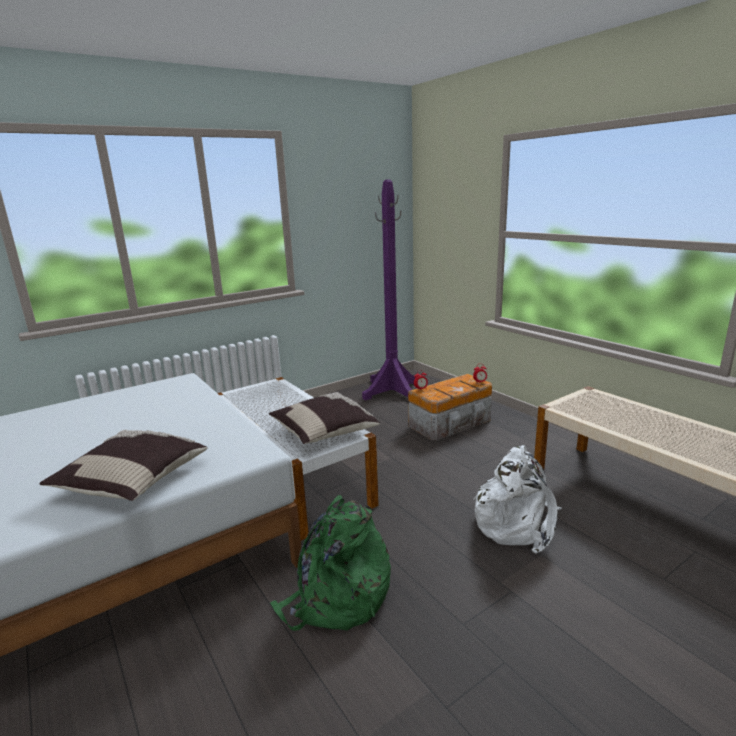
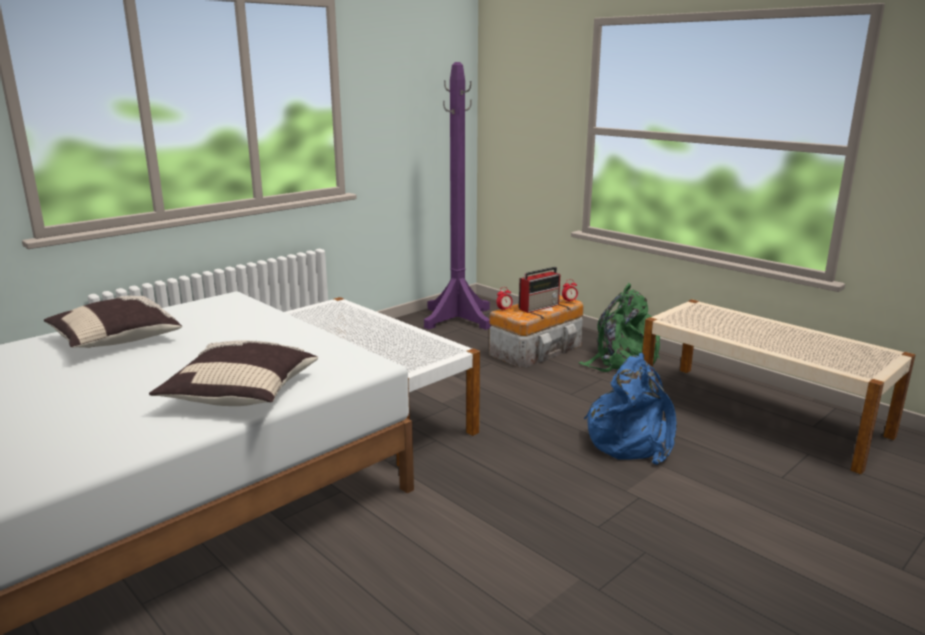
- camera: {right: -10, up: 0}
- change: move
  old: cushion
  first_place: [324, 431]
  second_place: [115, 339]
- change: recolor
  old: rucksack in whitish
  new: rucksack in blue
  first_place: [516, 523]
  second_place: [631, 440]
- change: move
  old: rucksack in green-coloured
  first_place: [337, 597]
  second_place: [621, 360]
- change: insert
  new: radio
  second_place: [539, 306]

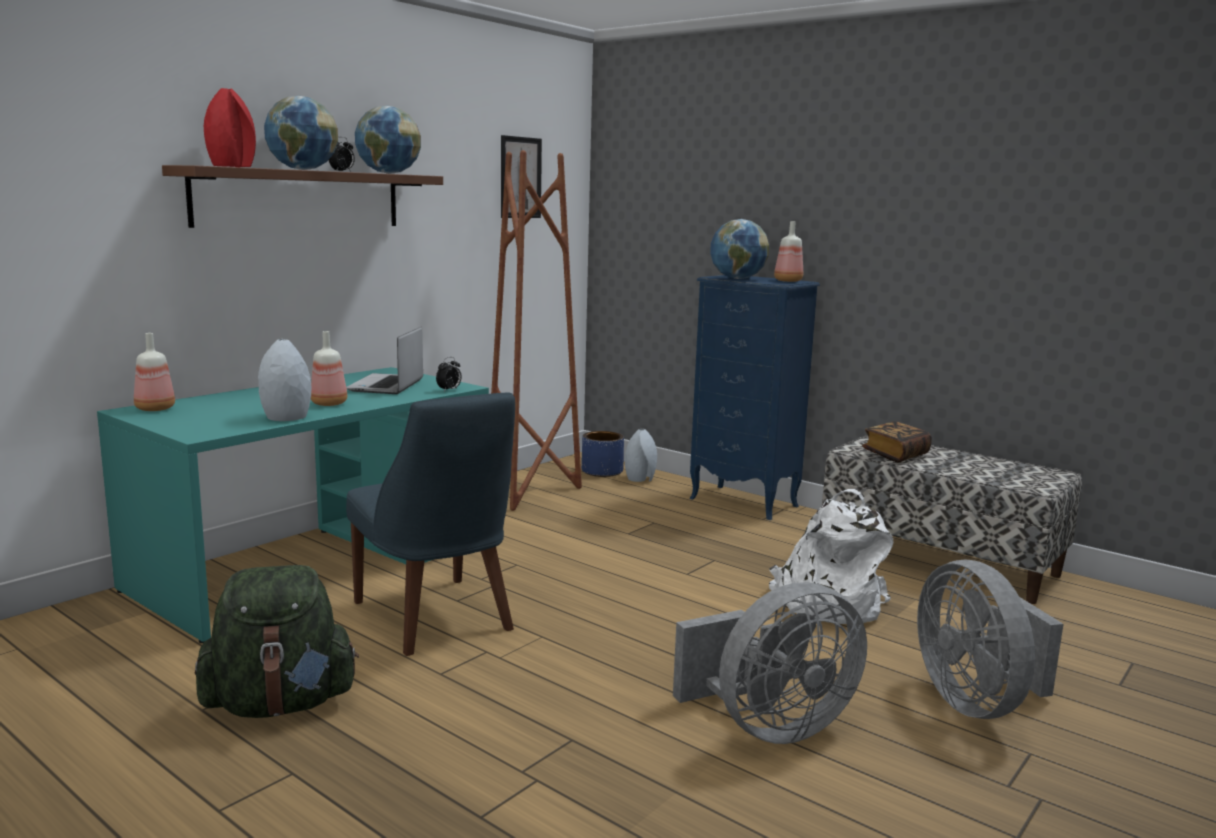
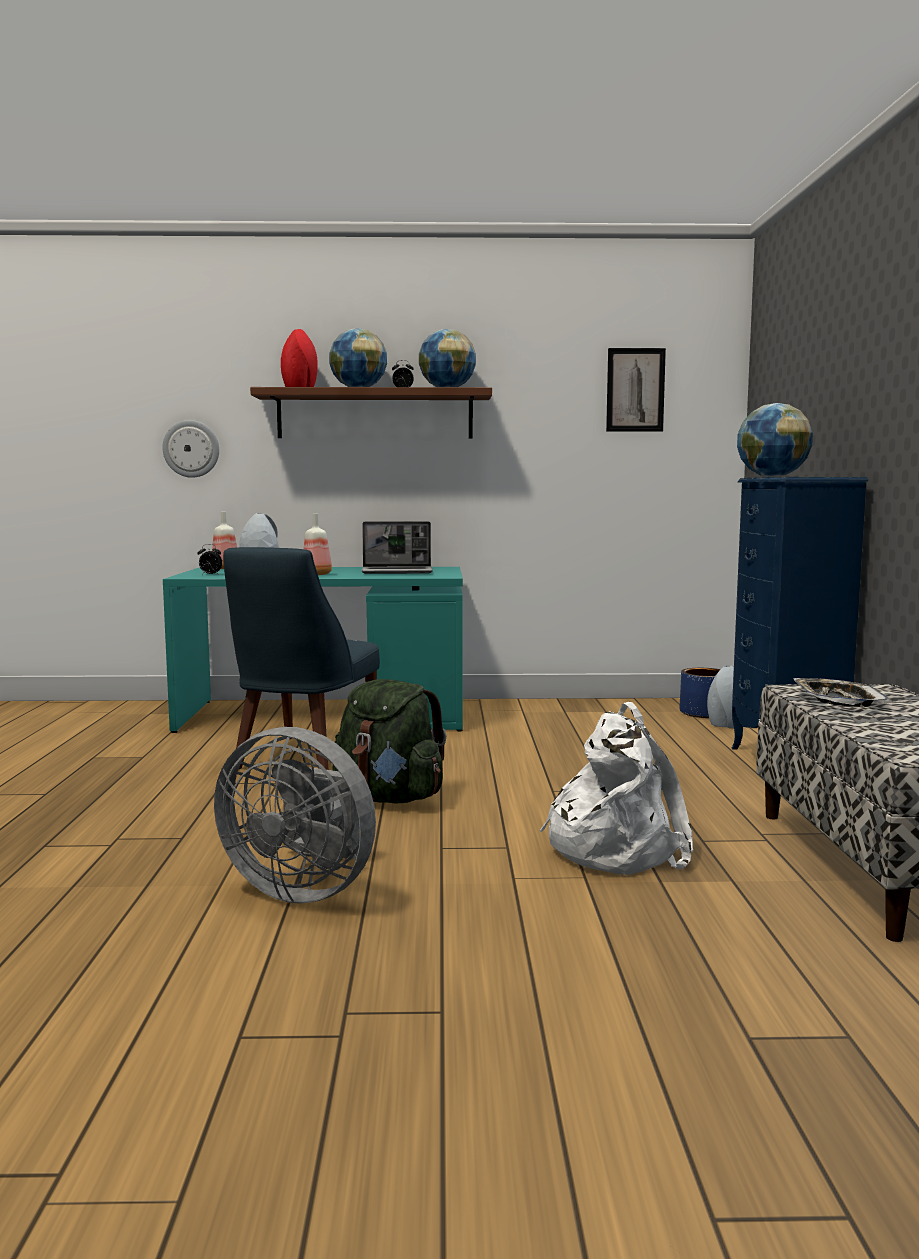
- camera: {right: 50, up: -5}
- change: delete
  old: clothes rack in brown
  first_place: [527, 492]
- change: delete
  old: drink bottle
  first_place: [787, 281]
- change: rotate
  old: notebook computer
  first_place: [387, 386]
  second_place: [398, 572]
  degrees: -150
- change: move
  old: alarm clock
  first_place: [449, 390]
  second_place: [210, 575]
- change: replace
  old: volume
  new: carrying tray
  first_place: [895, 455]
  second_place: [837, 700]
- change: delete
  old: electric fan in gray
  first_place: [976, 702]
- change: move
  old: rucksack in green-coloured
  first_place: [280, 704]
  second_place: [390, 798]
- change: insert
  new: wall clock
  second_place: [191, 449]

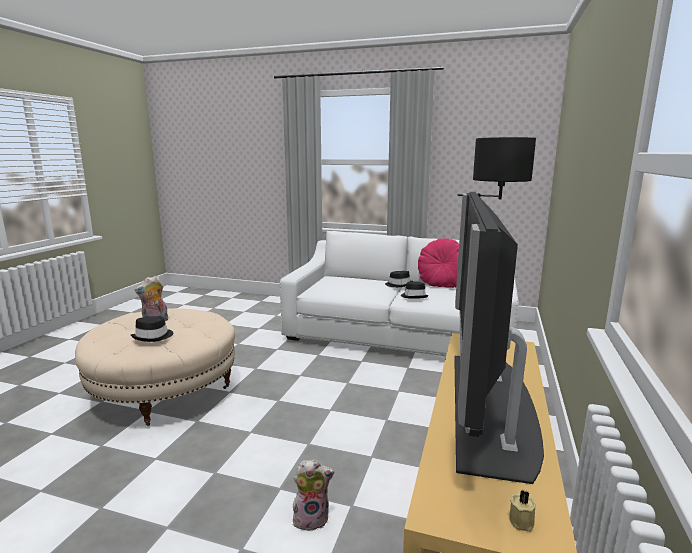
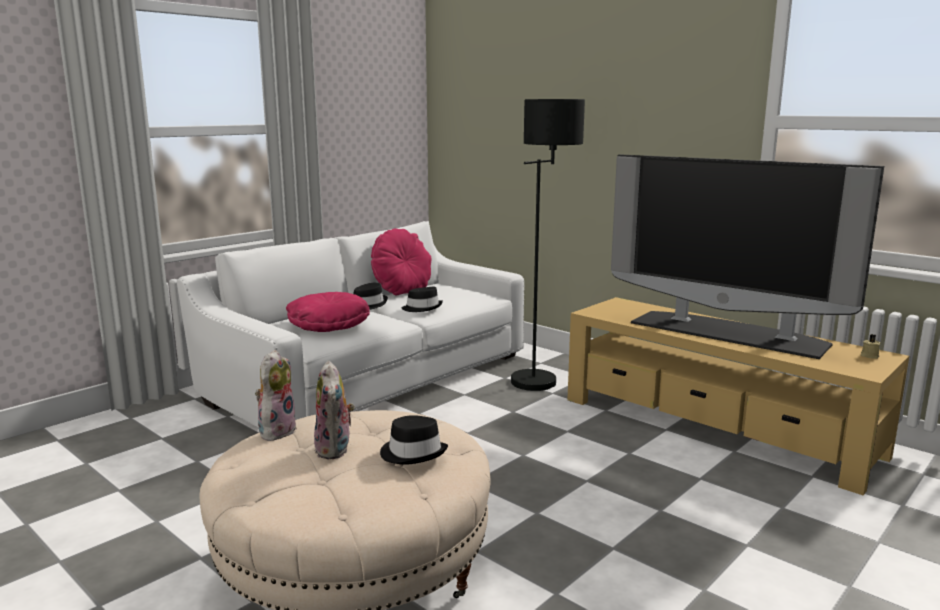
- camera: {right: -65, up: 0}
- change: move
  old: cuddly toy
  first_place: [312, 518]
  second_place: [276, 431]
- change: insert
  new: cushion in pink
  second_place: [329, 325]

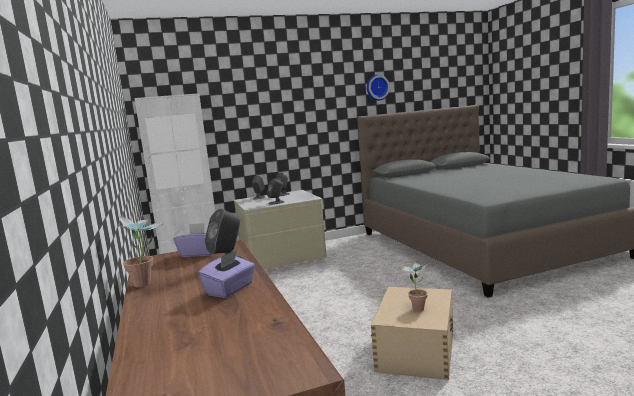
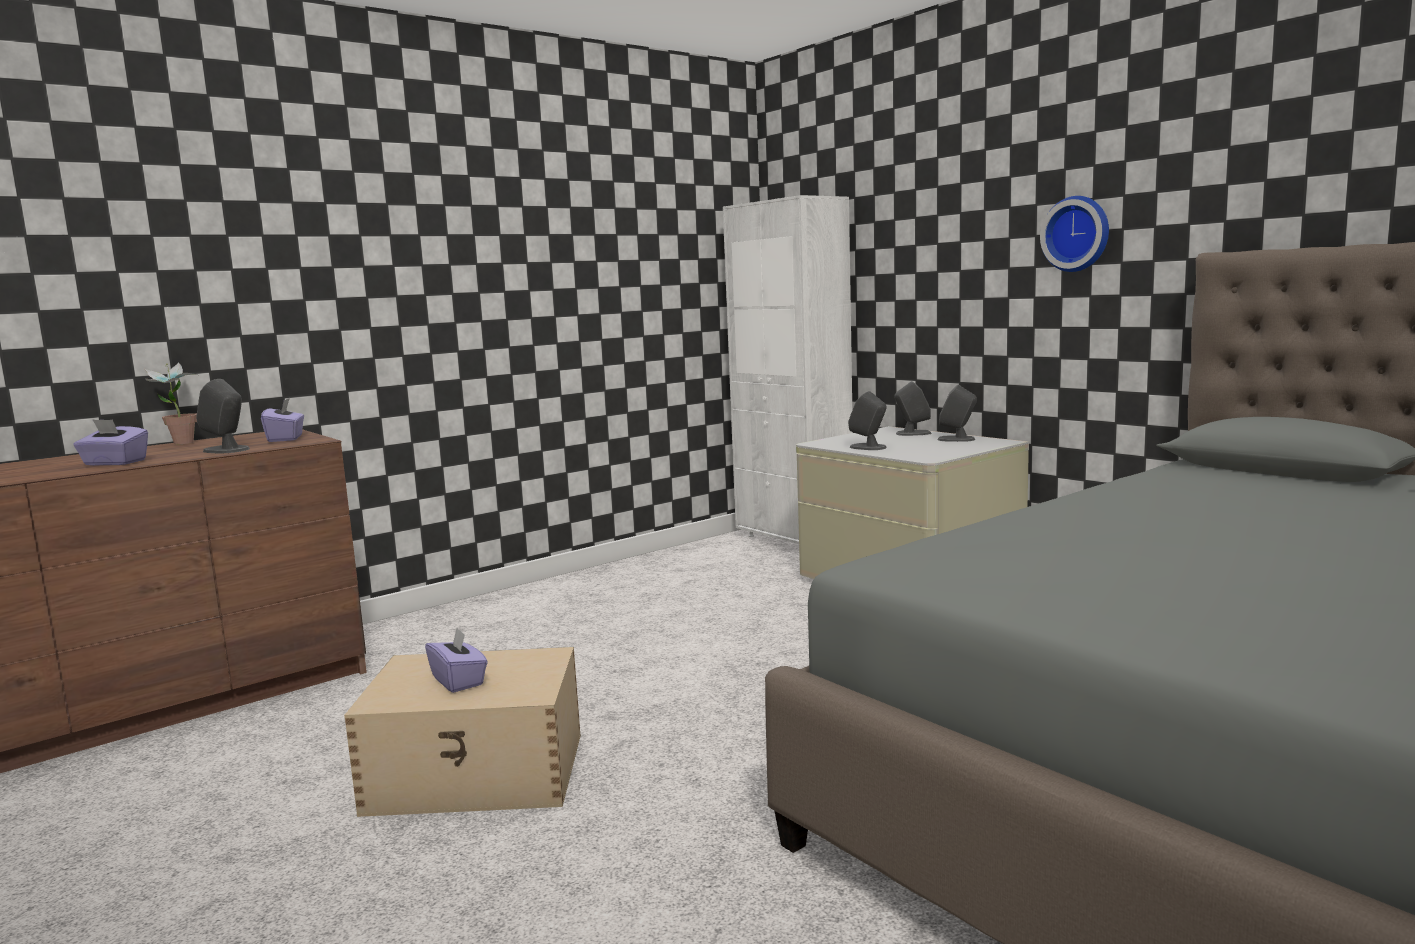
- camera: {right: 70, up: 0}
- change: move
  old: wall clock
  first_place: [377, 87]
  second_place: [1077, 234]
- change: replace
  old: plant in a pot
  new: box of tissues in purplish
  first_place: [417, 307]
  second_place: [459, 681]

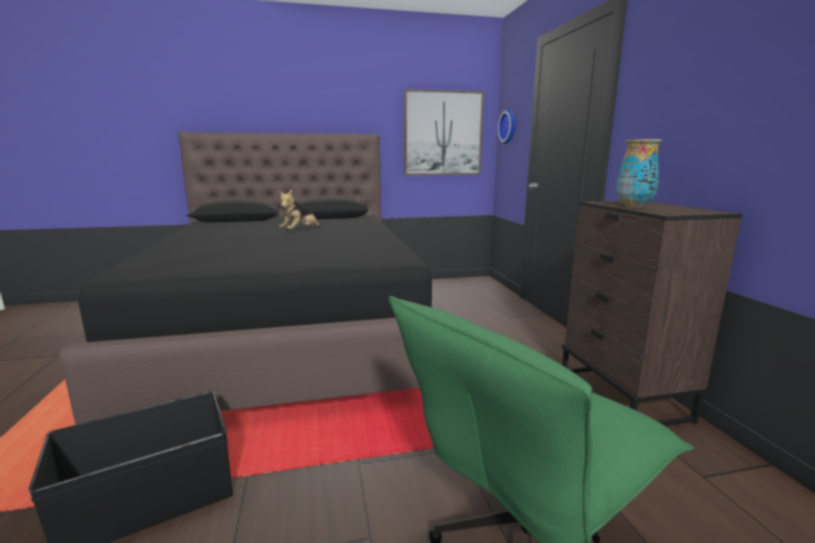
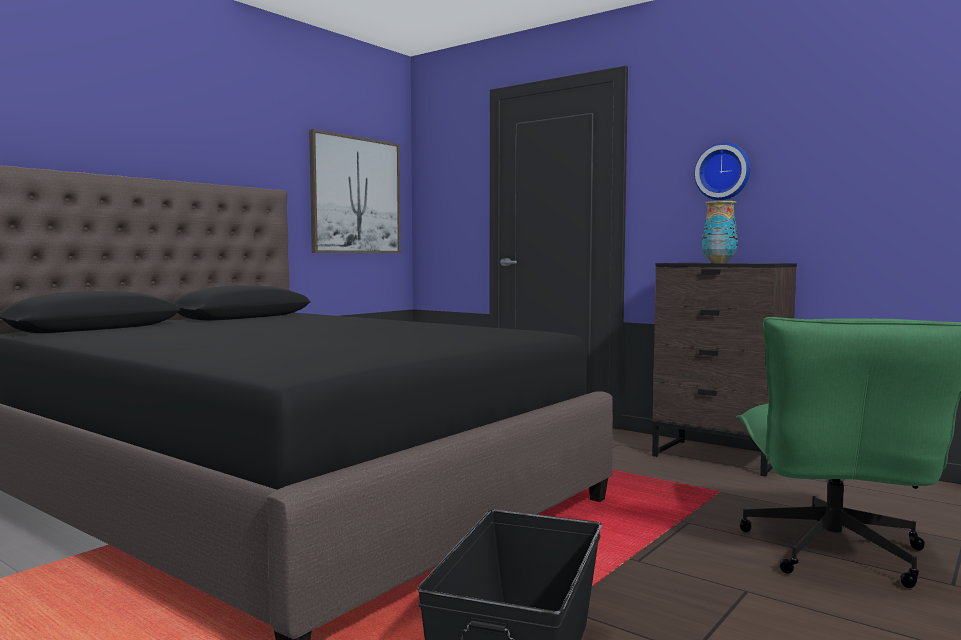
- camera: {right: -40, up: -10}
- change: move
  old: wall clock
  first_place: [509, 126]
  second_place: [723, 172]
- change: delete
  old: cuddly toy
  first_place: [300, 231]

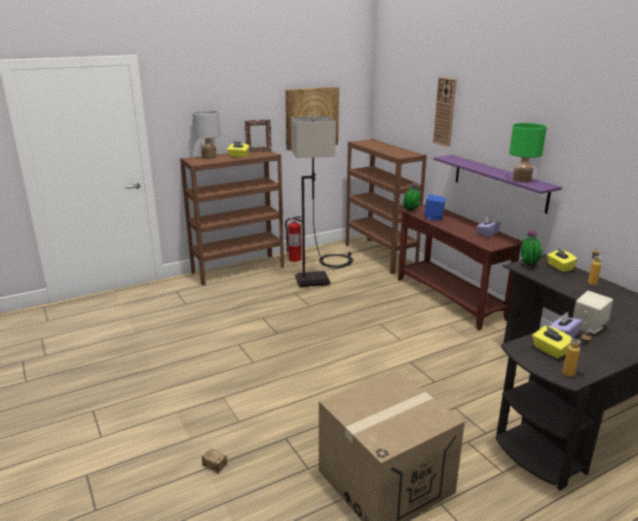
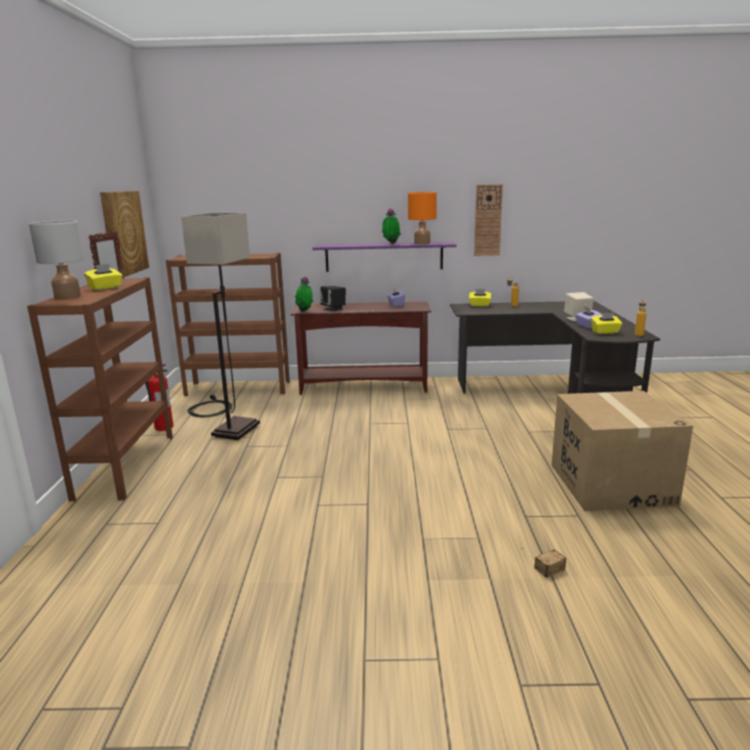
- camera: {right: -60, up: -5}
- change: move
  old: wall clock
  first_place: [445, 112]
  second_place: [488, 220]
- change: recolor
  old: table lamp in green-coloured
  new: table lamp in orange
  first_place: [521, 179]
  second_place: [422, 243]
- change: recolor
  old: audio speaker in blue
  new: audio speaker in blackish
  first_place: [434, 218]
  second_place: [333, 309]
- change: move
  old: plant in a pot
  first_place: [528, 266]
  second_place: [391, 243]

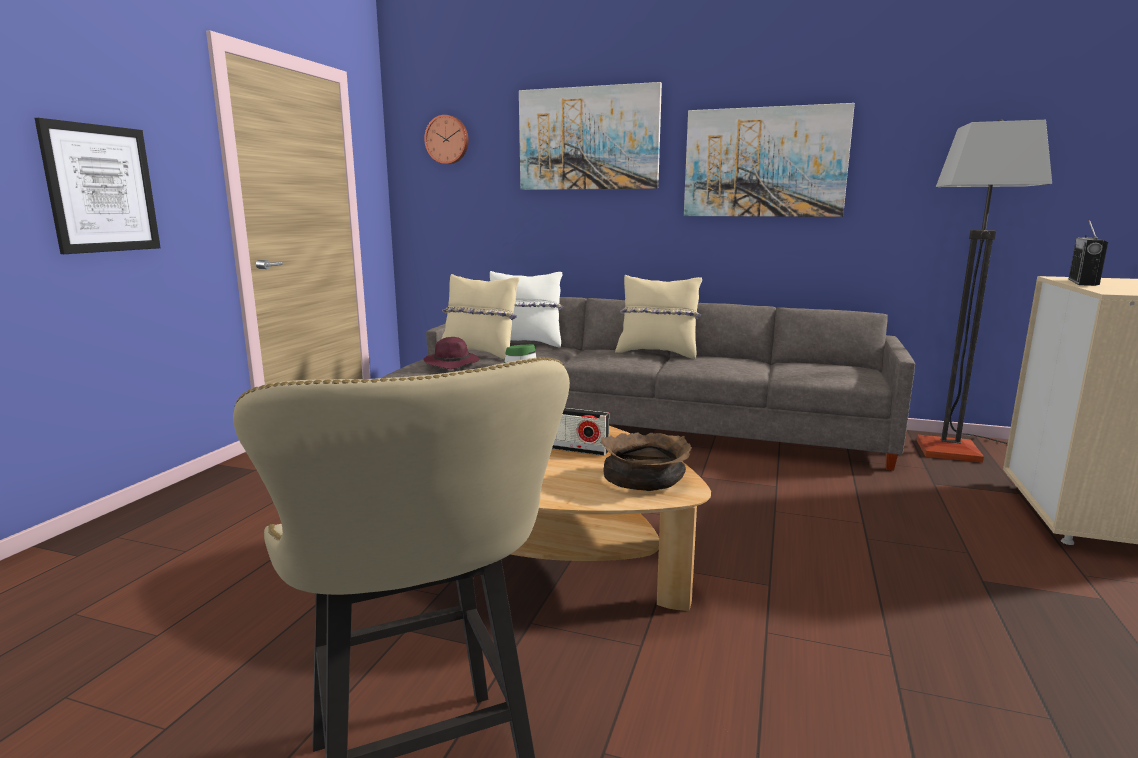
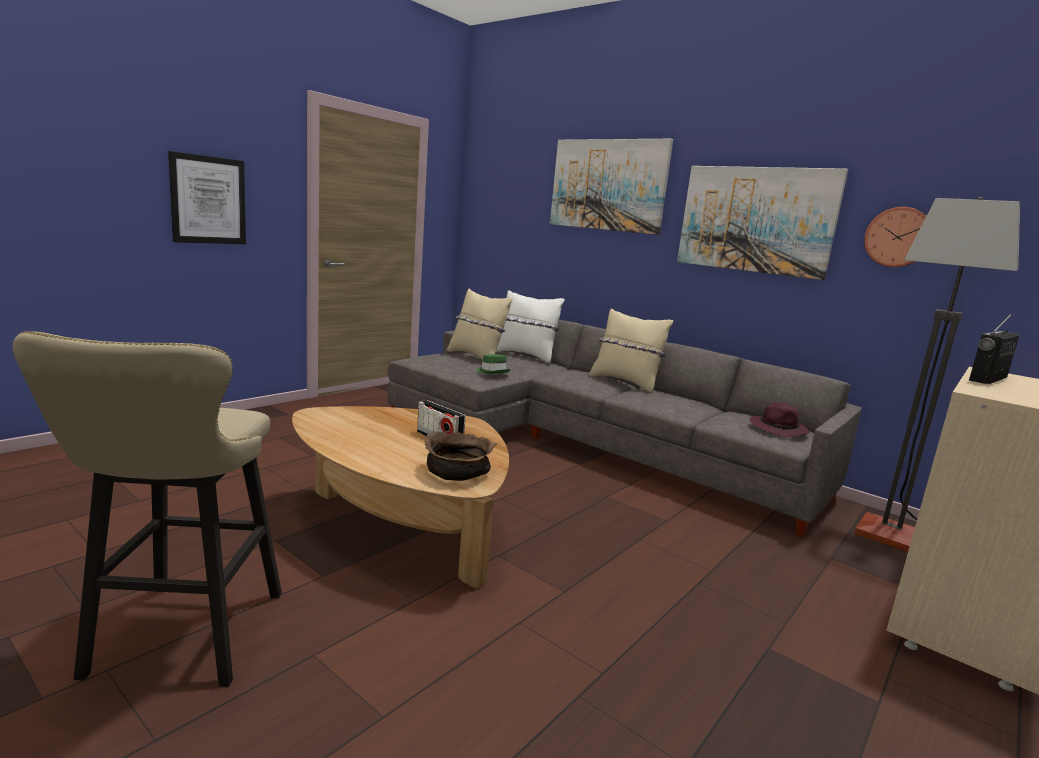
- camera: {right: 20, up: 0}
- change: move
  old: wall clock
  first_place: [447, 140]
  second_place: [898, 237]
- change: move
  old: wearable hat in purplish
  first_place: [453, 363]
  second_place: [779, 429]

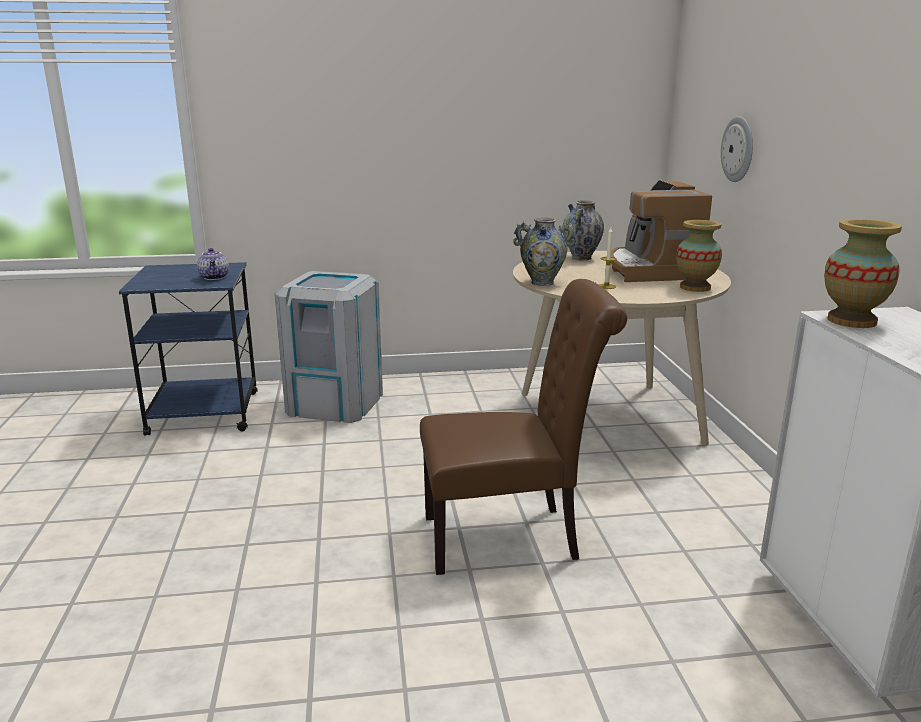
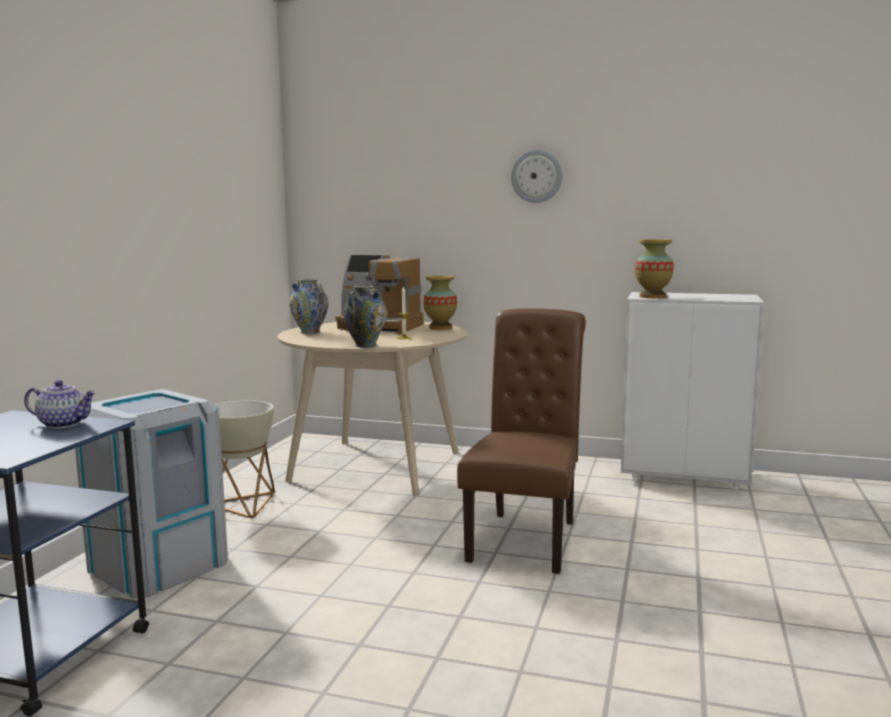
- camera: {right: -65, up: -10}
- change: move
  old: wall clock
  first_place: [738, 149]
  second_place: [537, 176]
- change: insert
  new: planter
  second_place: [243, 505]

